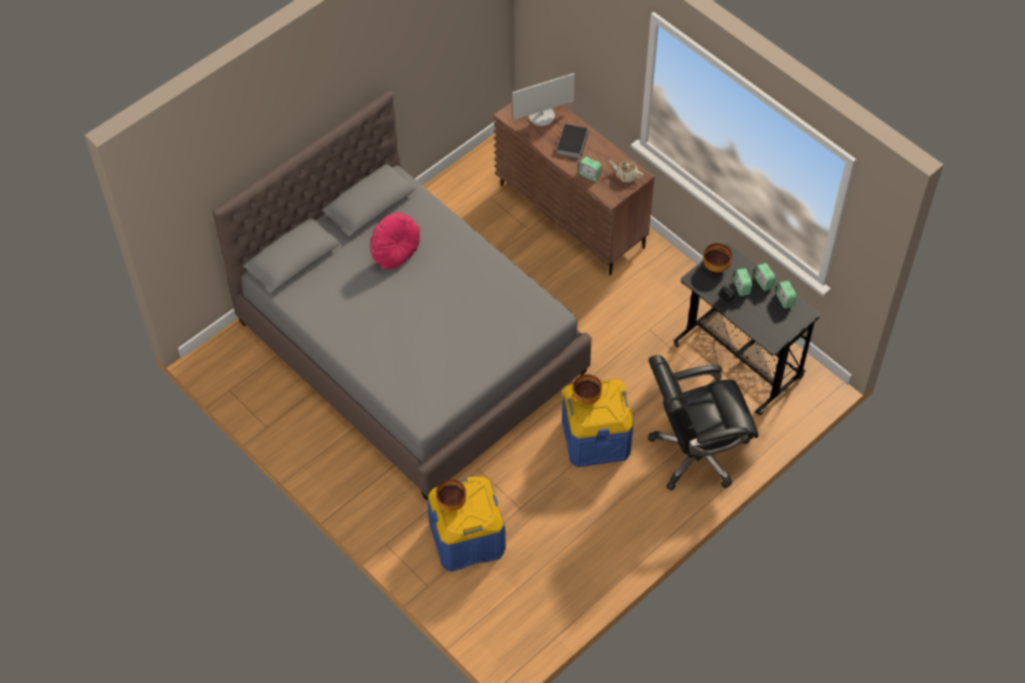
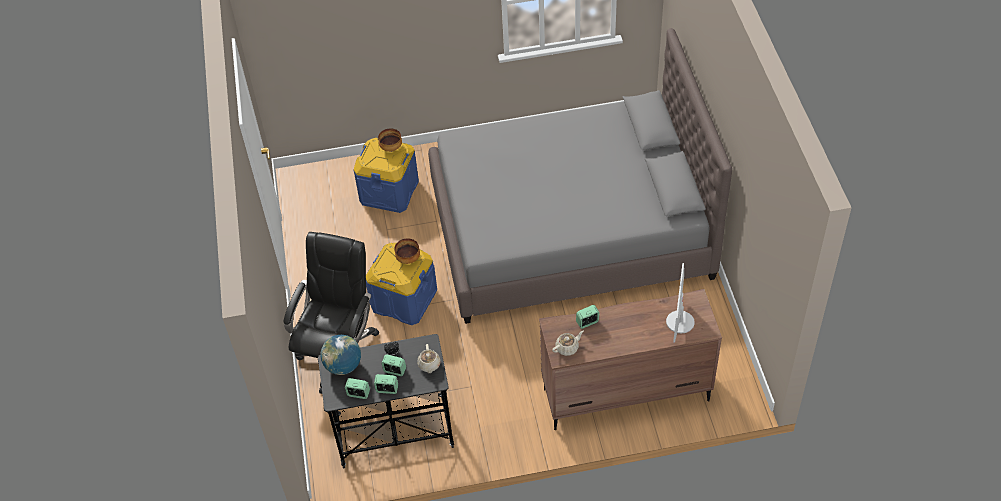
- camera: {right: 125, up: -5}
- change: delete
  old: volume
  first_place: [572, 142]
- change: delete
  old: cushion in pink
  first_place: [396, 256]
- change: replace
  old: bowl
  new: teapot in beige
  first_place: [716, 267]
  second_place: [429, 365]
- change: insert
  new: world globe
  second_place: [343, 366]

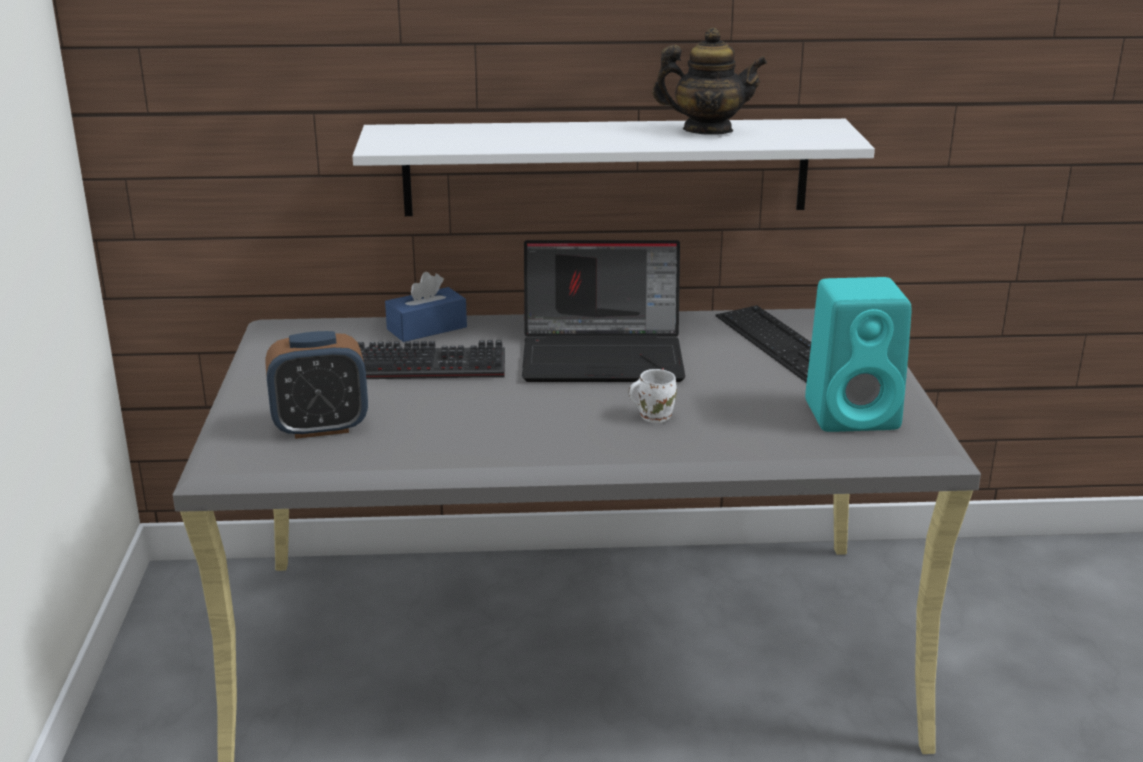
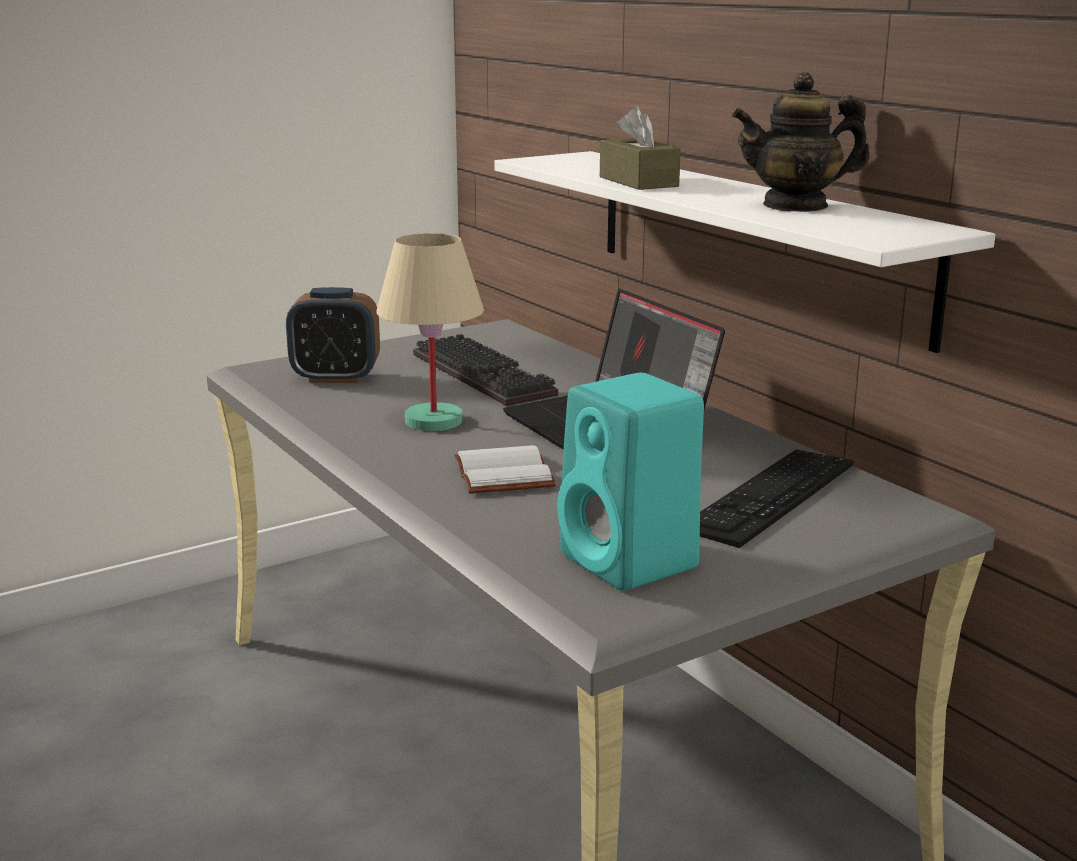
- camera: {right: 60, up: -5}
- change: rotate
  old: teapot
  first_place: [707, 131]
  second_place: [796, 206]
  degrees: 105
- change: delete
  old: box of tissues in blue
  first_place: [427, 328]
- change: rotate
  old: alarm clock
  first_place: [321, 427]
  second_place: [336, 378]
  degrees: -45
- change: replace
  old: mug in whitish
  new: volume in whitish
  first_place: [653, 416]
  second_place: [500, 473]
- change: insert
  new: box of tissues in brown
  second_place: [638, 182]
- change: insert
  new: table lamp in beige
  second_place: [433, 421]

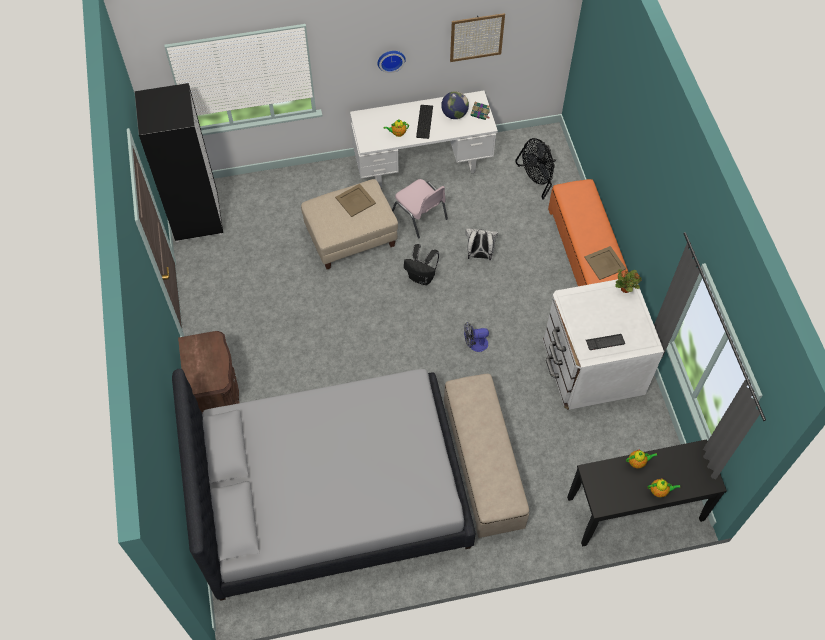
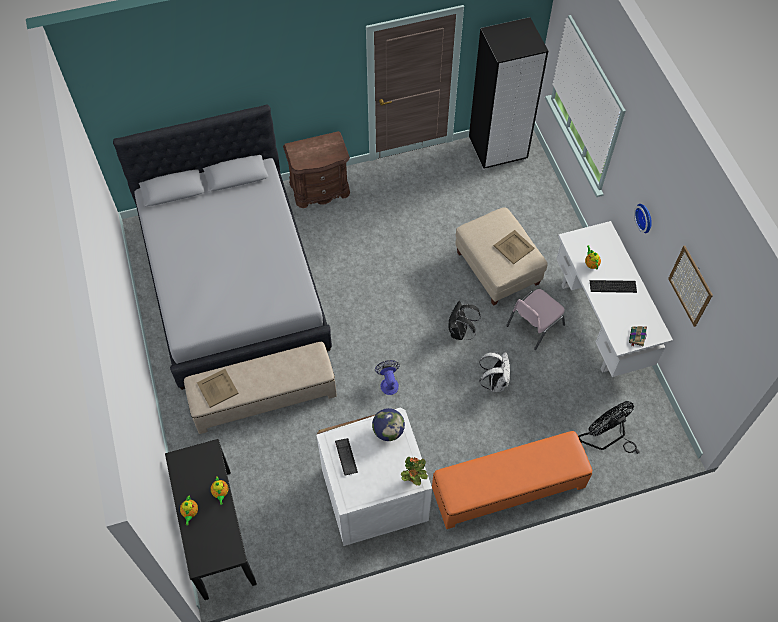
- camera: {right: 85, up: 0}
- change: move
  old: world globe
  first_place: [454, 114]
  second_place: [388, 431]
- change: move
  old: carrying tray in beige
  first_place: [604, 263]
  second_place: [217, 388]

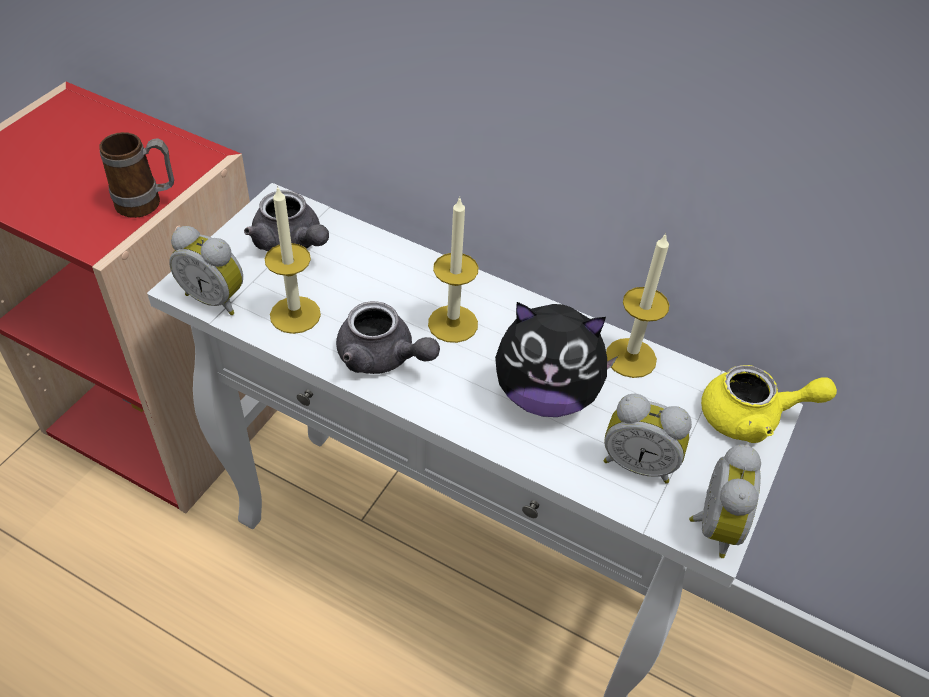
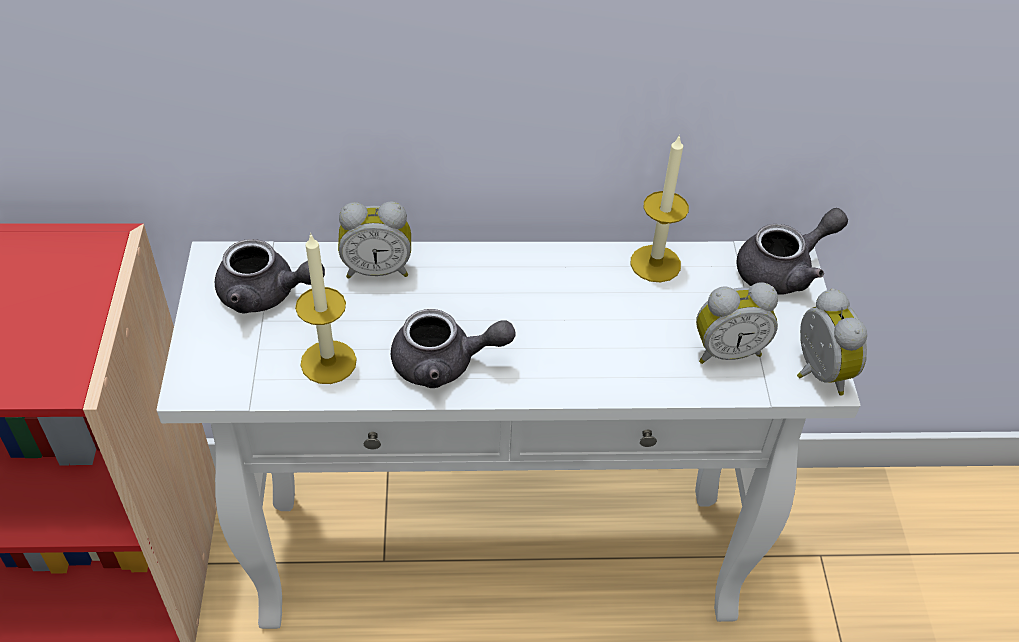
- camera: {right: -30, up: 0}
- change: delete
  old: mug
  first_place: [147, 204]
- change: delete
  old: candle
  first_place: [453, 324]
- change: move
  old: alarm clock
  first_place: [216, 298]
  second_place: [377, 269]
- change: delete
  old: cuddly toy
  first_place: [546, 395]
- change: recolor
  old: teapot in yellowish
  new: teapot in gray
  first_place: [752, 417]
  second_place: [784, 270]

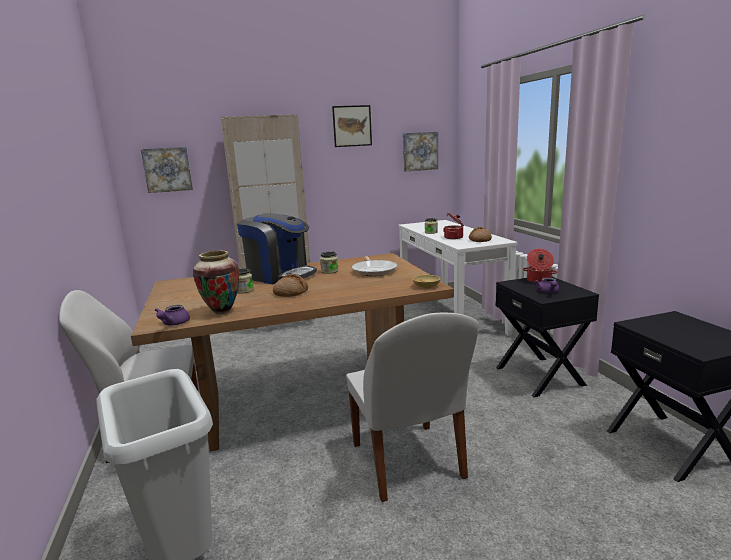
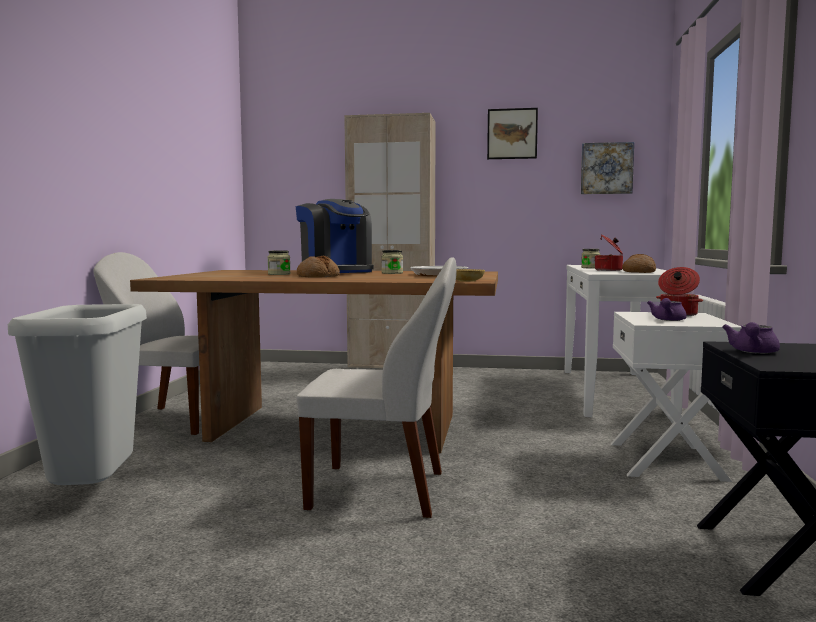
- camera: {right: 25, up: -10}
- change: delete
  old: picture
  first_place: [167, 169]
- change: delete
  old: flower vase
  first_place: [222, 312]
- change: recolor
  old: night table in blackish
  new: night table in whitish
  first_place: [540, 376]
  second_place: [668, 461]
- change: move
  old: teapot in purplish
  first_place: [173, 324]
  second_place: [752, 352]
- change: rotate
  old: chair in whitish
  first_place: [408, 463]
  second_place: [382, 491]
  degrees: -90

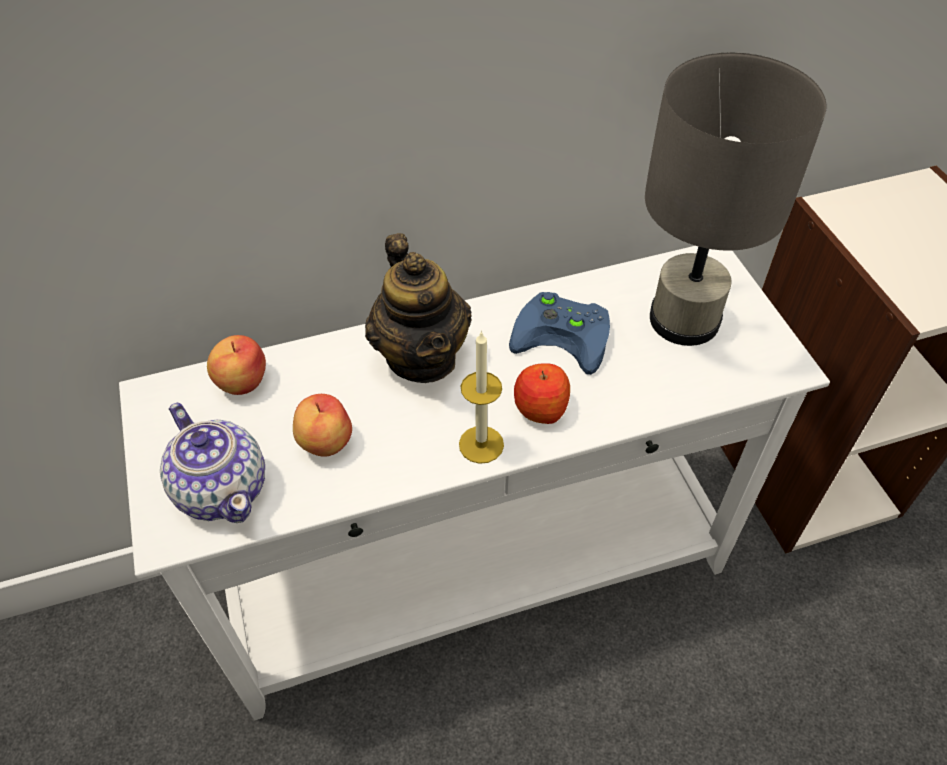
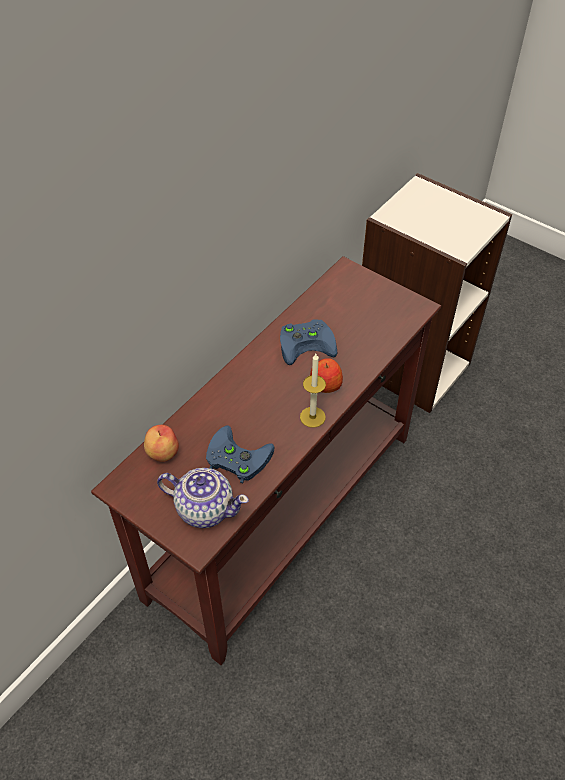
- camera: {right: -35, up: 0}
- change: delete
  old: table lamp in gray
  first_place: [683, 318]
- change: delete
  old: teapot
  first_place: [422, 357]
- change: recolor
  old: console table in whitish
  new: console table in brown
  first_place: [477, 571]
  second_place: [282, 513]
- change: replace
  old: apple fruit
  new: joypad in blue
  first_place: [324, 441]
  second_place: [235, 458]

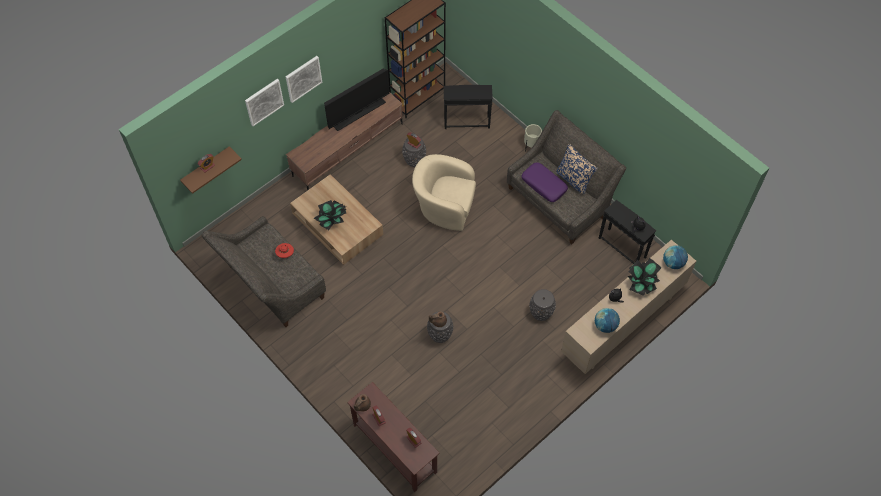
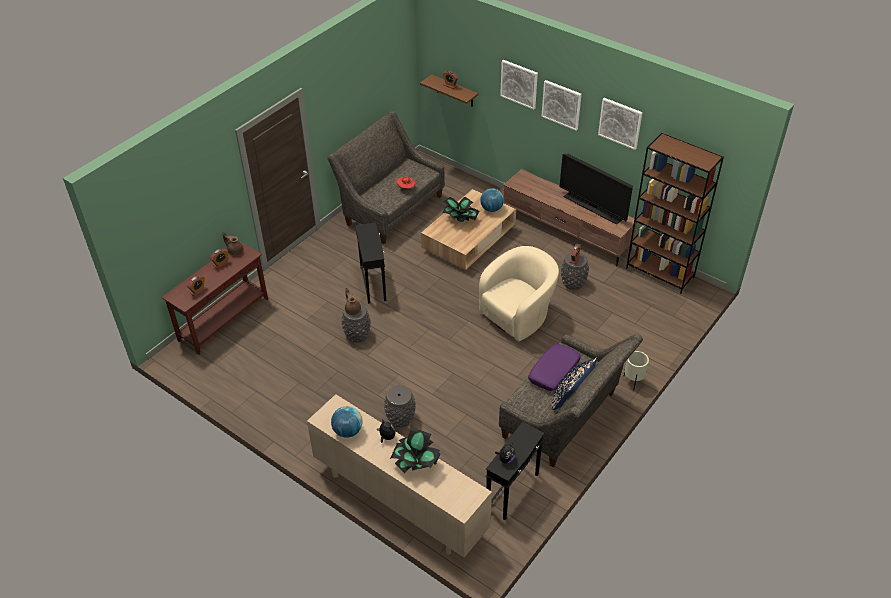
- camera: {right: 80, up: -15}
- change: move
  old: accent table in blackish
  first_place: [466, 122]
  second_place: [373, 283]
- change: rotate
  old: armchair in beige
  first_place: [444, 207]
  second_place: [518, 315]
  degrees: 45
- change: move
  old: world globe
  first_place: [673, 263]
  second_place: [491, 209]
- change: insert
  new: picture
  second_place: [620, 123]

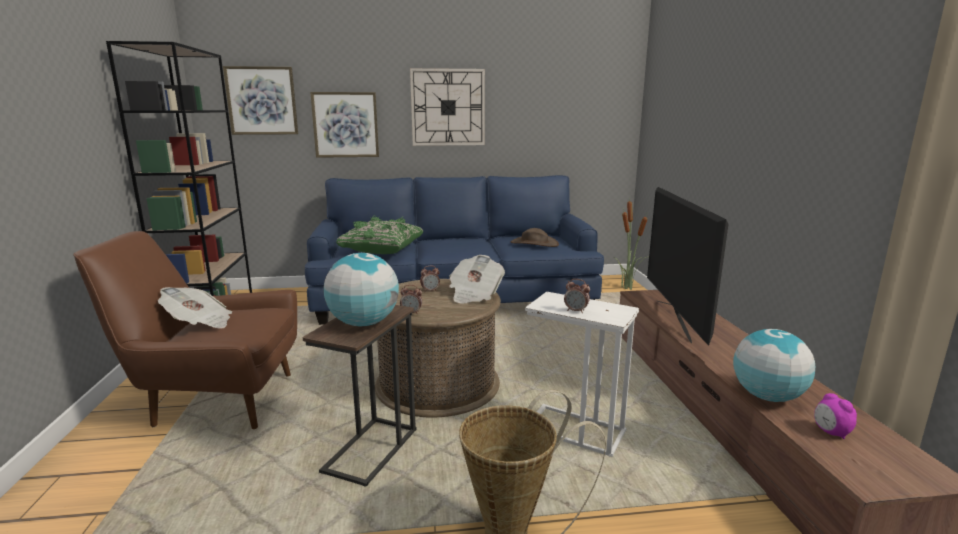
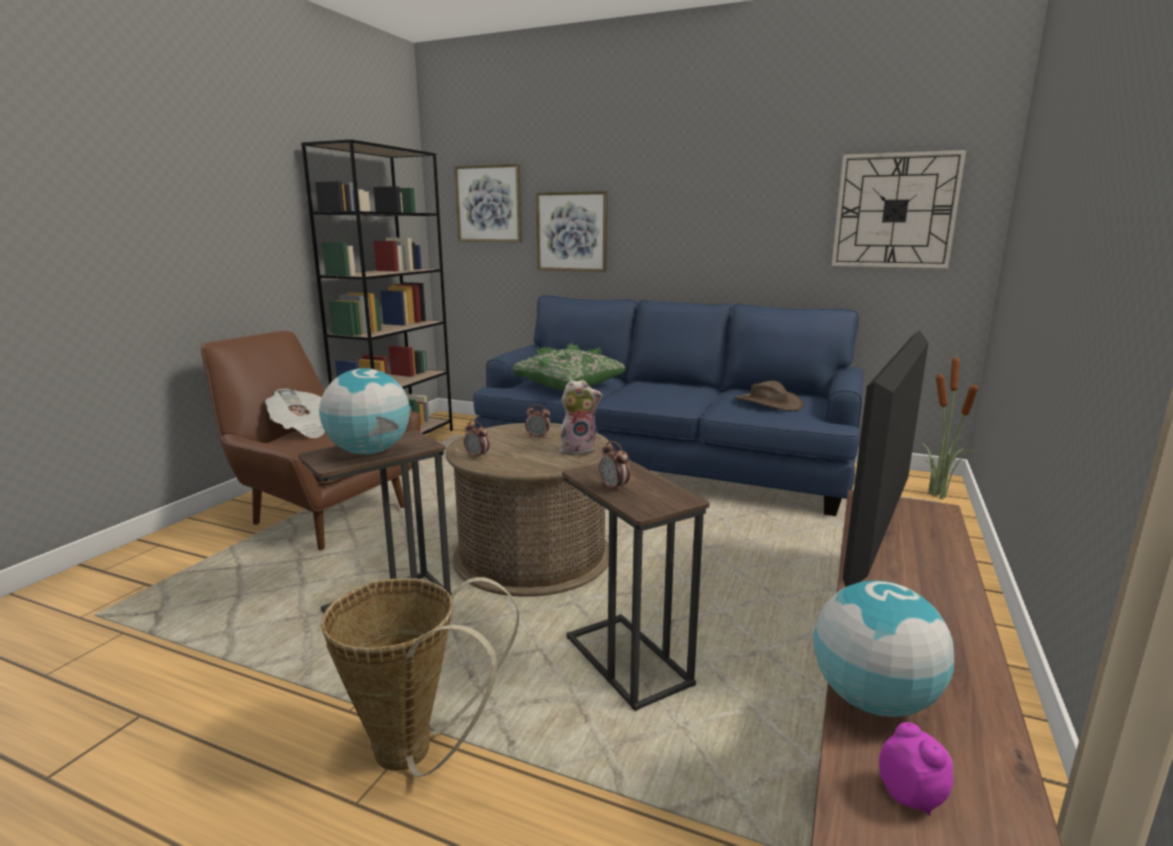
- camera: {right: 30, up: 0}
- change: move
  old: wall clock
  first_place: [448, 107]
  second_place: [895, 211]
- change: replace
  old: daily paper
  new: cuddly toy
  first_place: [474, 294]
  second_place: [578, 449]
- change: recolor
  old: accent table in whitish
  new: accent table in brown
  first_place: [575, 430]
  second_place: [629, 661]
- change: rotate
  old: alarm clock
  first_place: [831, 432]
  second_place: [911, 796]
  degrees: 150

